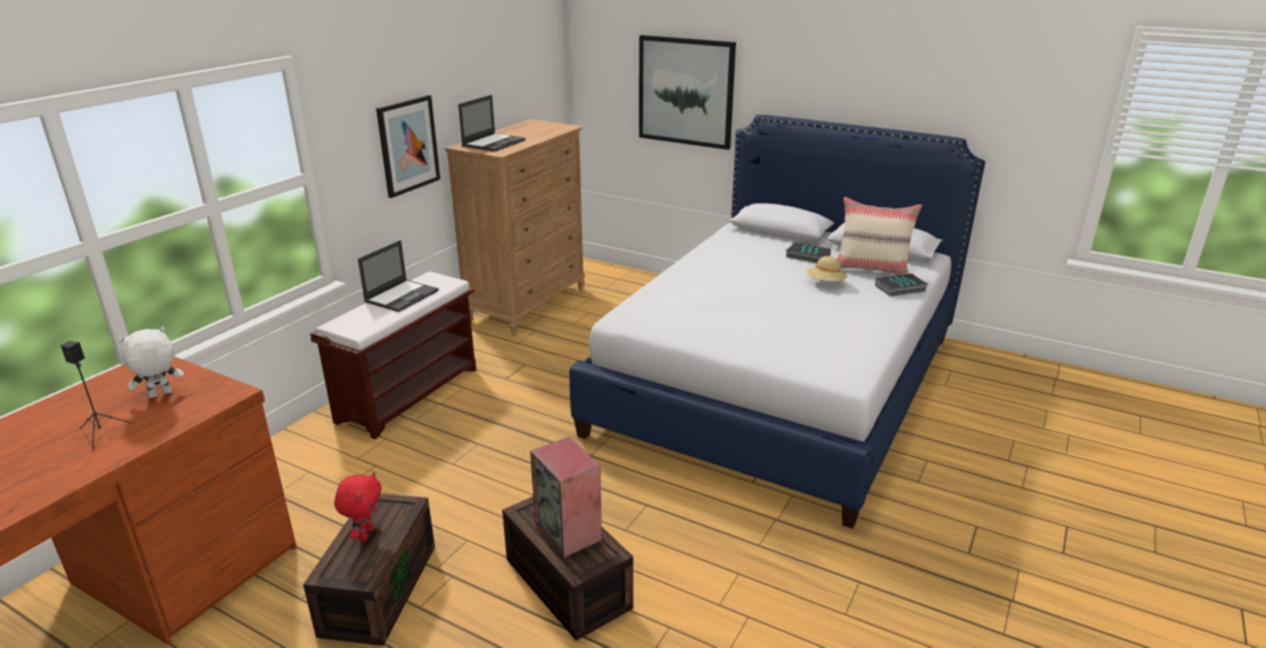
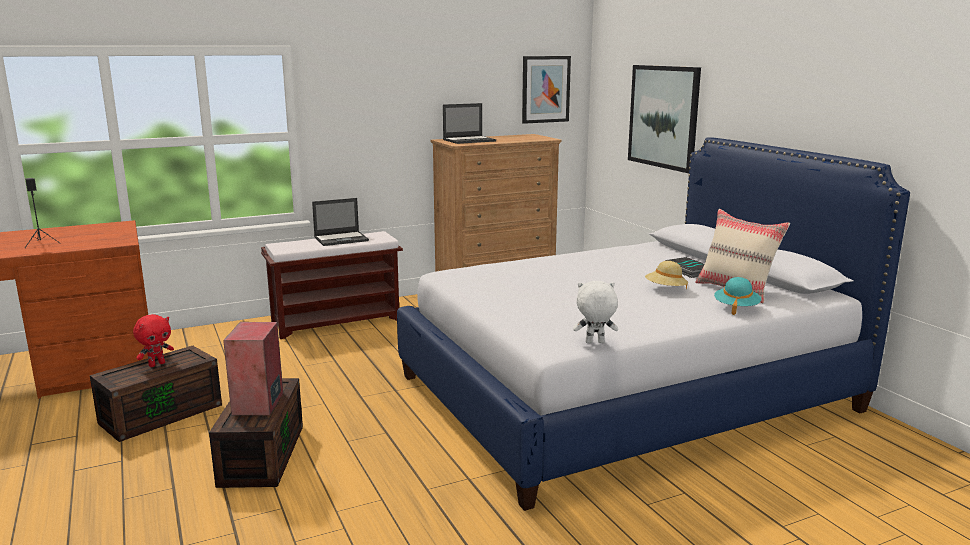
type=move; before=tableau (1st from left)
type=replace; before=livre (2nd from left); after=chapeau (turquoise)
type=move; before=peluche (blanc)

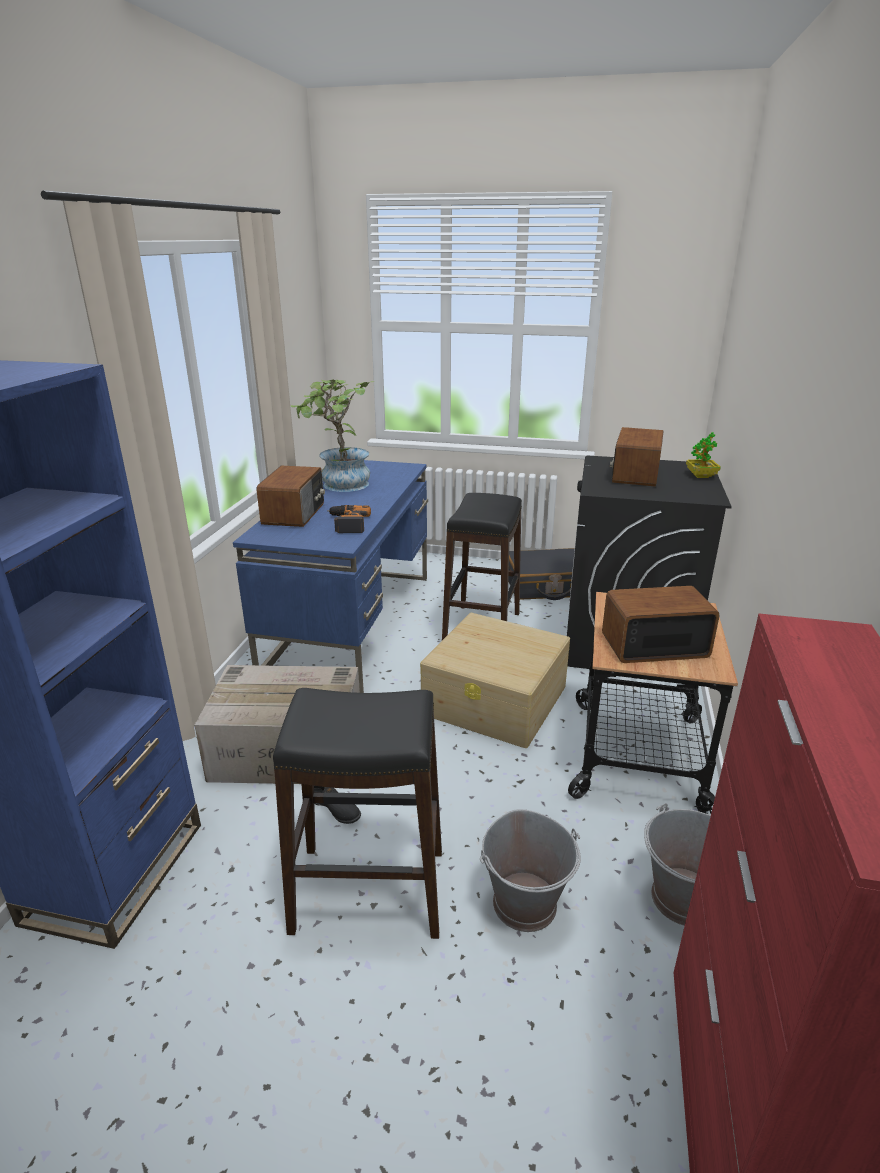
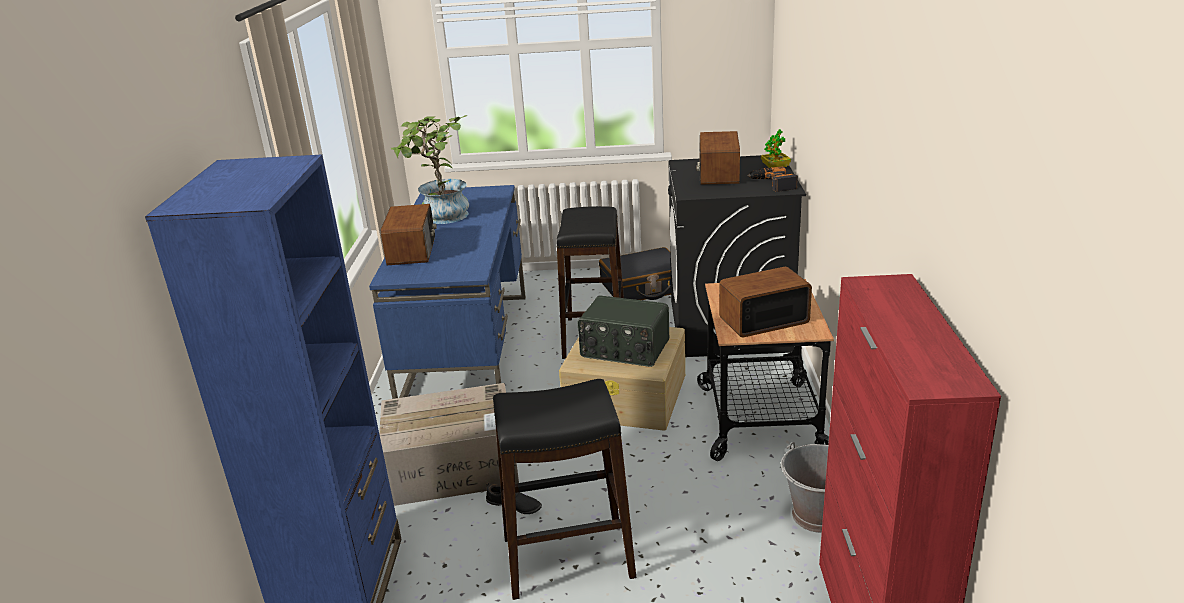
type=move; before=perceuse
type=delete; before=seau (gris) (1st from left)
type=insert; after=radio (2nd from left)

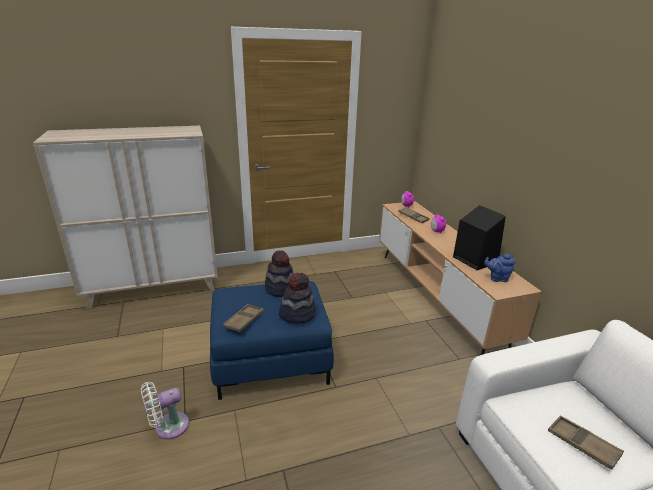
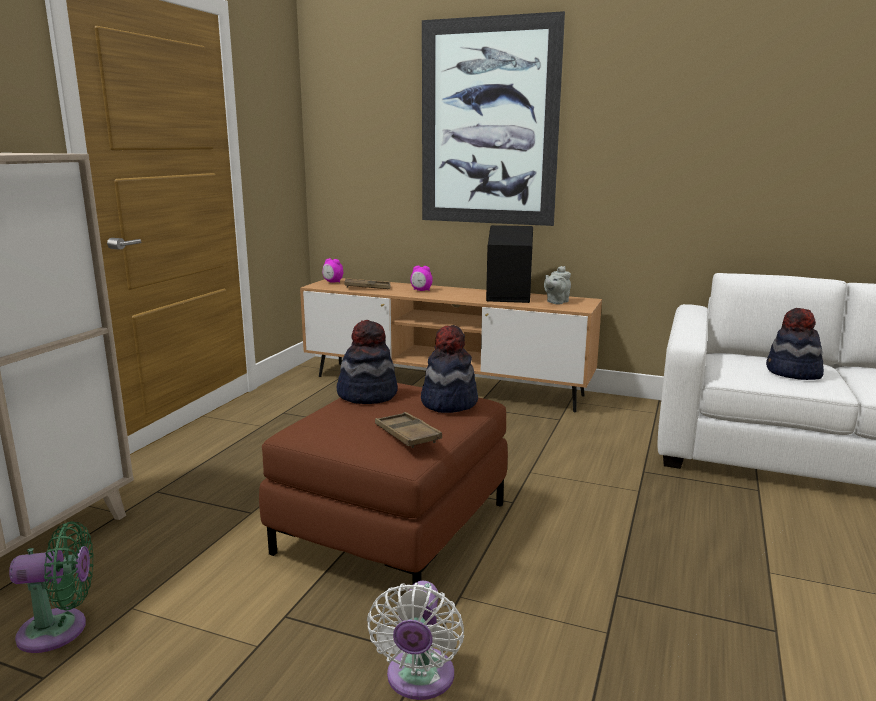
type=recolor; before=théière (bleu); after=théière (gris)
type=recolor; before=pouf (bleu); after=pouf (marron)
type=replace; before=plateau (marron) (3rd from left); after=chapeau (3rd from left)
type=insert; after=tableau
type=insert; after=ventilateur (vert)

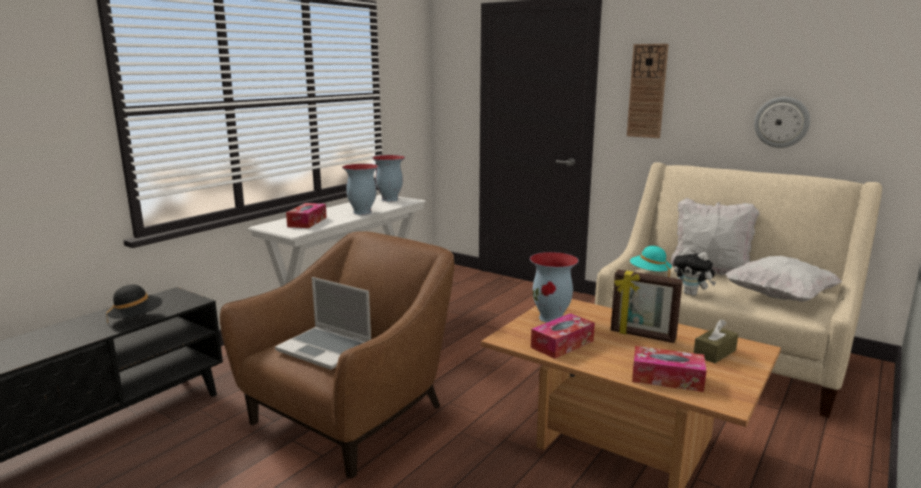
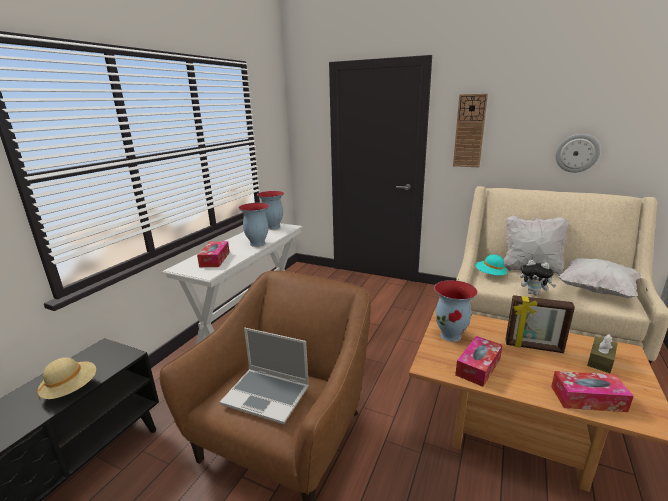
type=recolor; before=chapeau (noir); after=chapeau (beige)

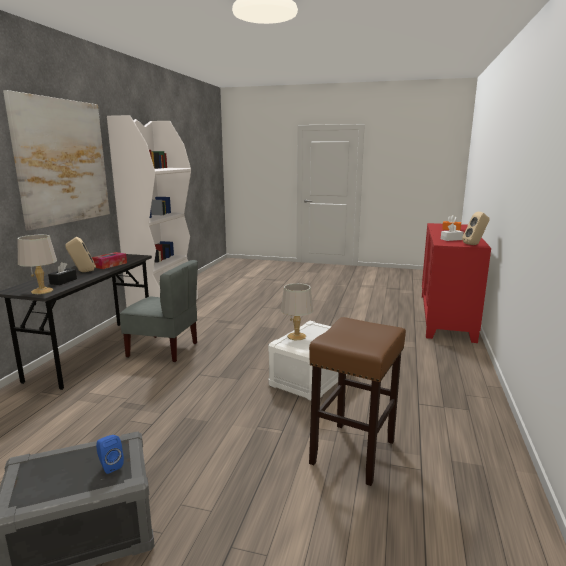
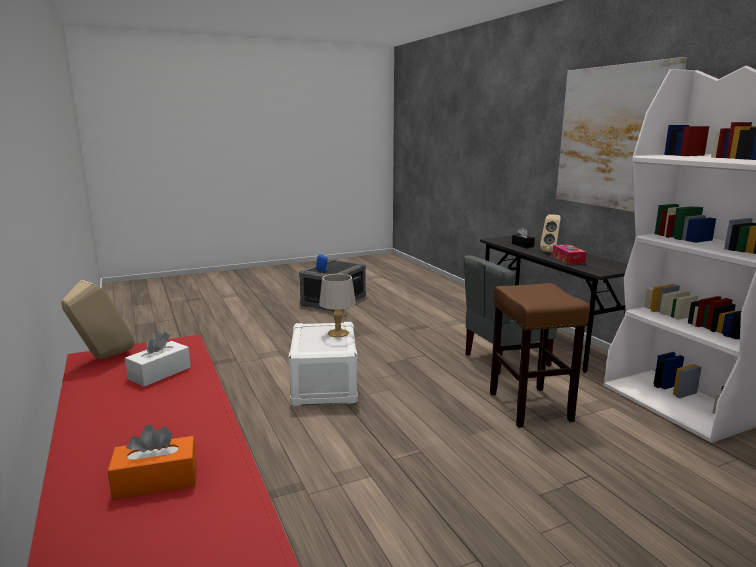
type=delete; before=lampe de table (gris) (1st from left)
type=move; before=tabouret (marron)

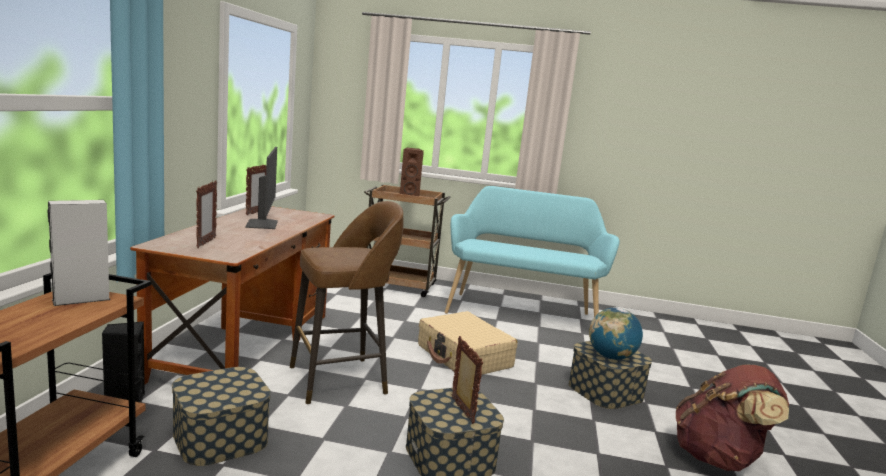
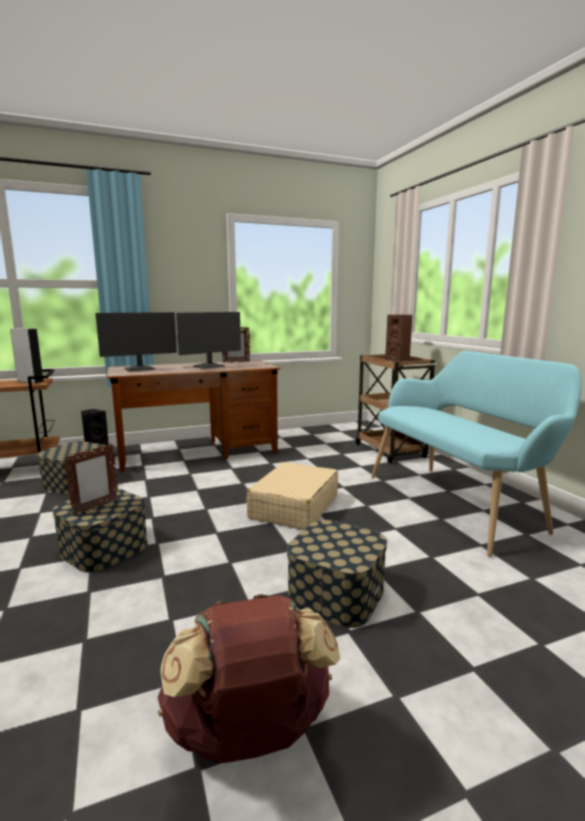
type=replace; before=cadre photo (1st from left); after=écran d'ordinateur (1st from left)
type=delete; before=tabouret (marron)
type=delete; before=globe

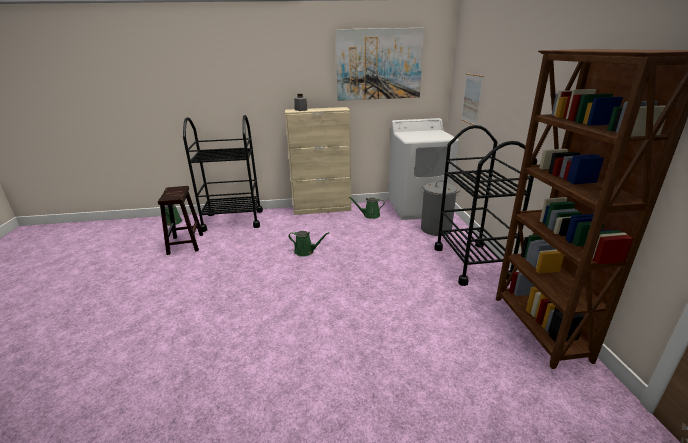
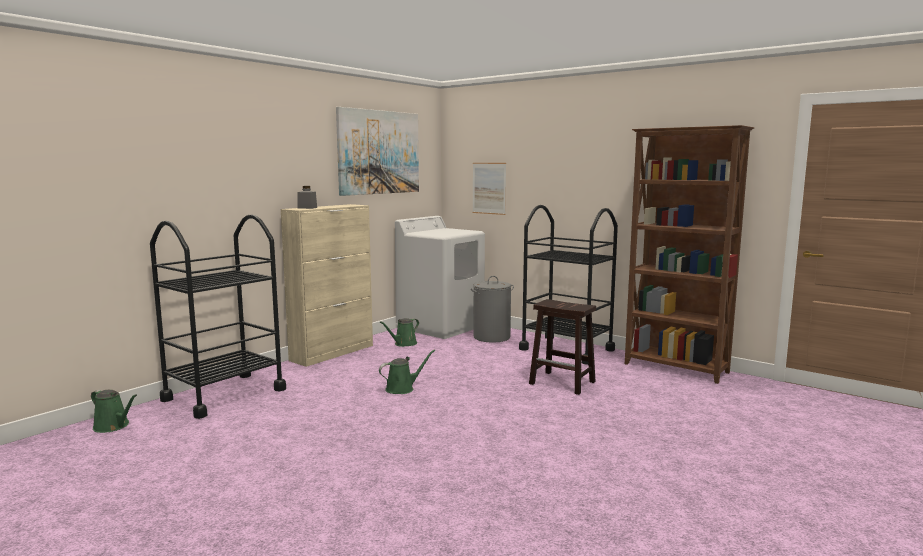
type=move; before=tabouret (marron)

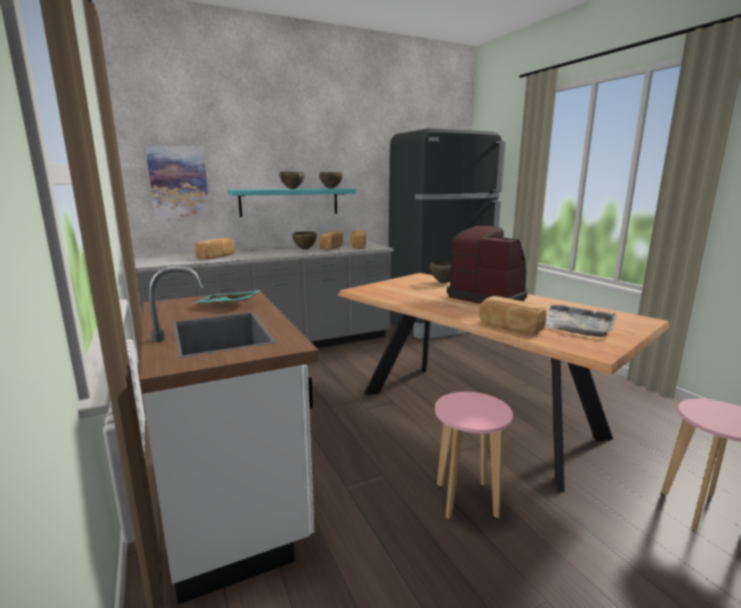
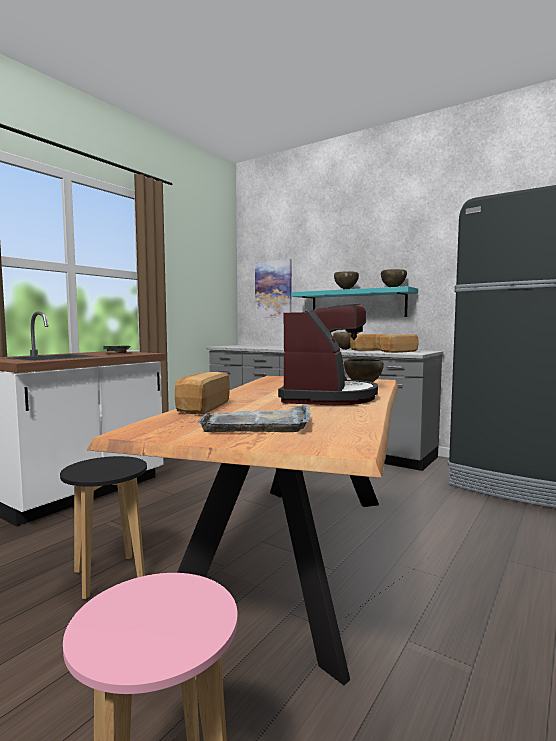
type=delete; before=pain (1st from left)
type=recolor; before=tabouret (rose) (1st from left); after=tabouret (noir)

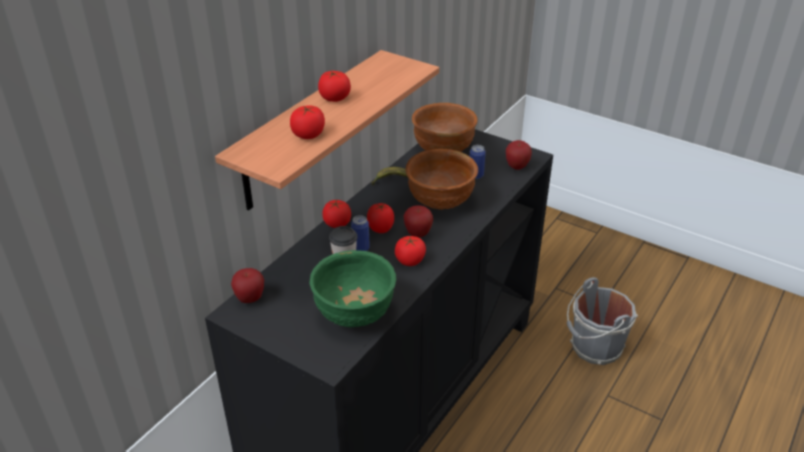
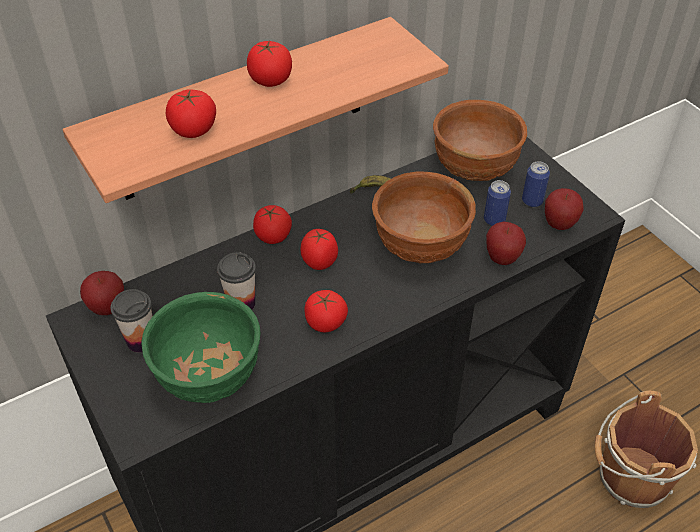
type=move; before=pomme (2nd from left)
type=move; before=boîte métallique (1st from left in the first image); after=boîte métallique (2nd from left)
type=recolor; before=seau (gris); after=seau (marron)
type=insert; after=tasse (1st from left)

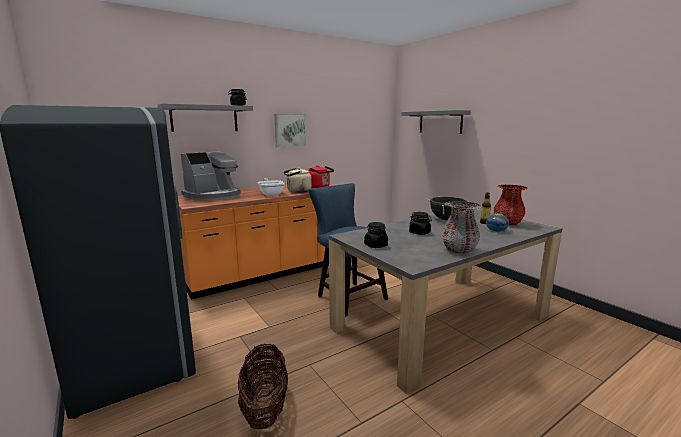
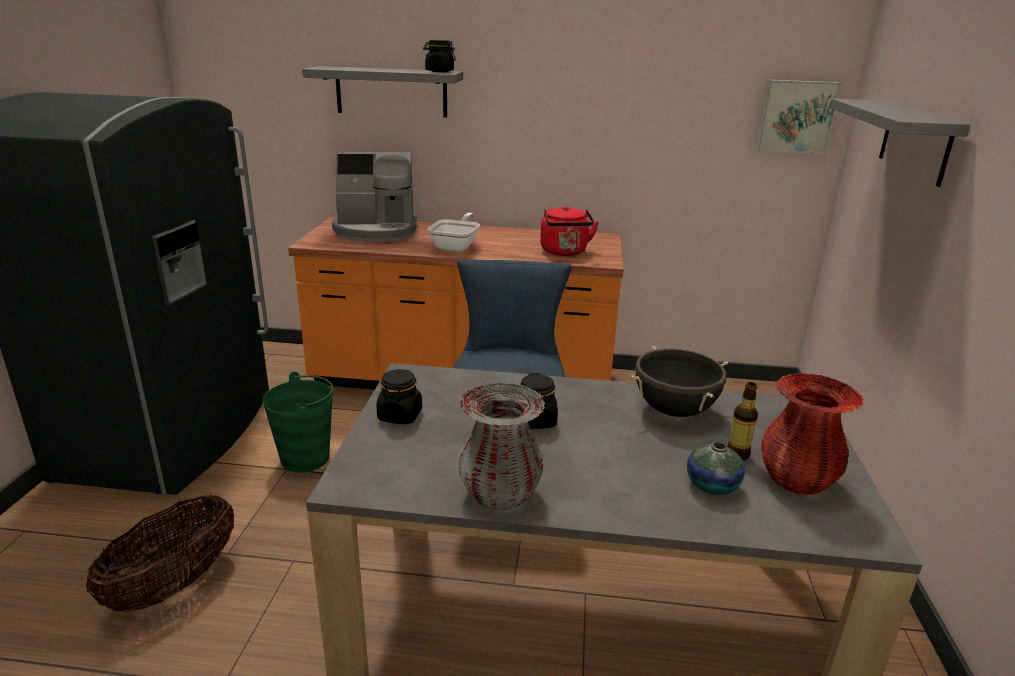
type=move; before=tableau
type=delete; before=bouilloire (beige)
type=insert; after=seau (vert)

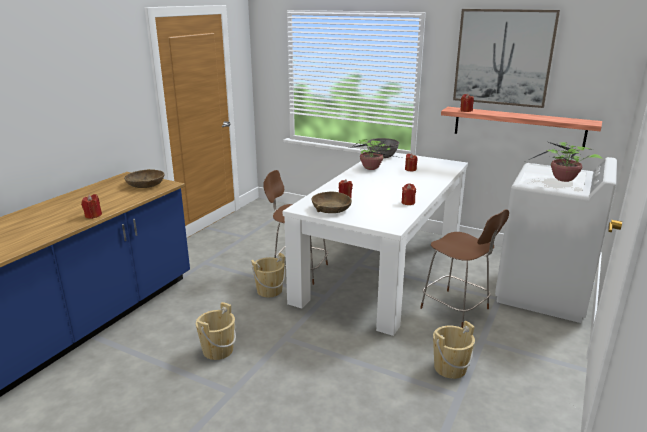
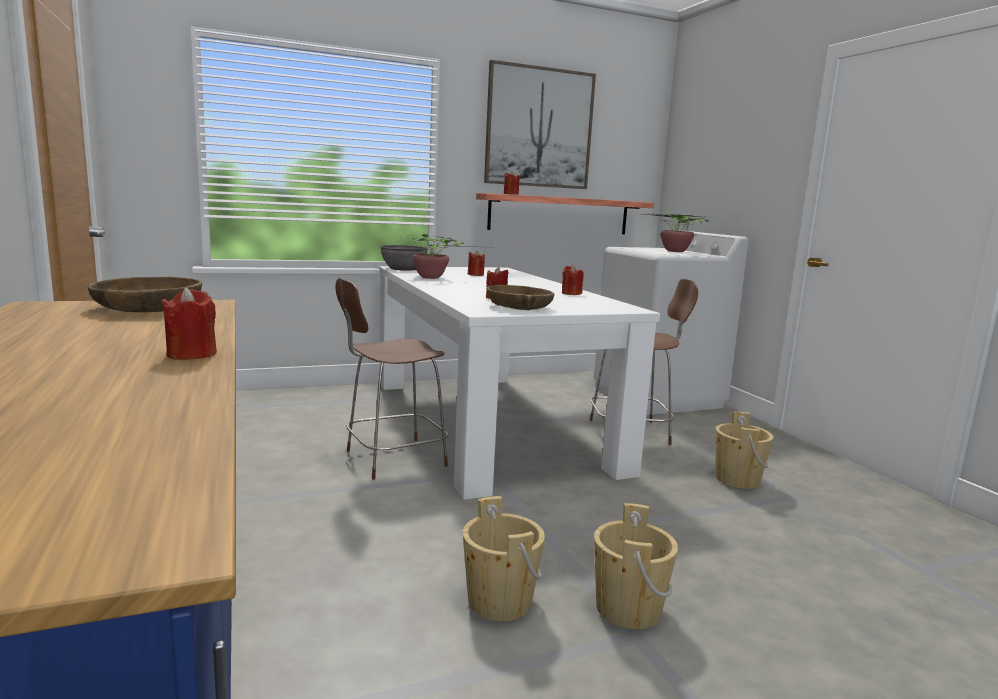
type=move; before=seau (beige) (2nd from left)

